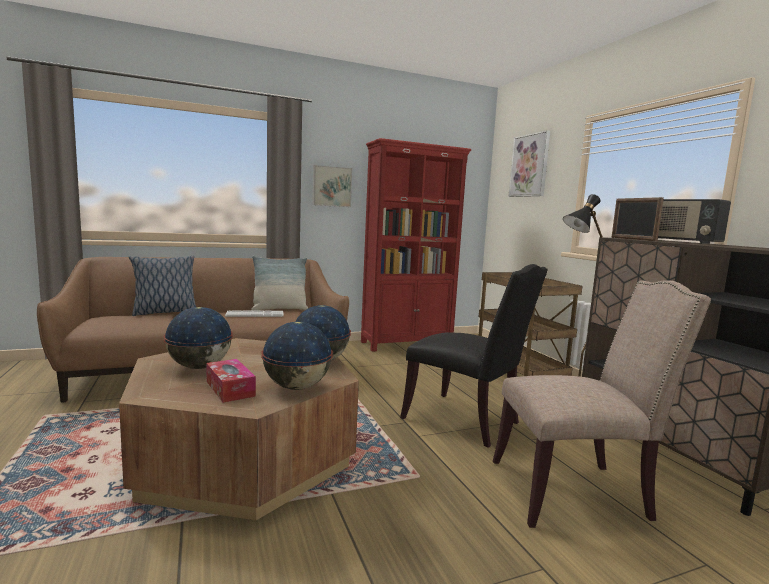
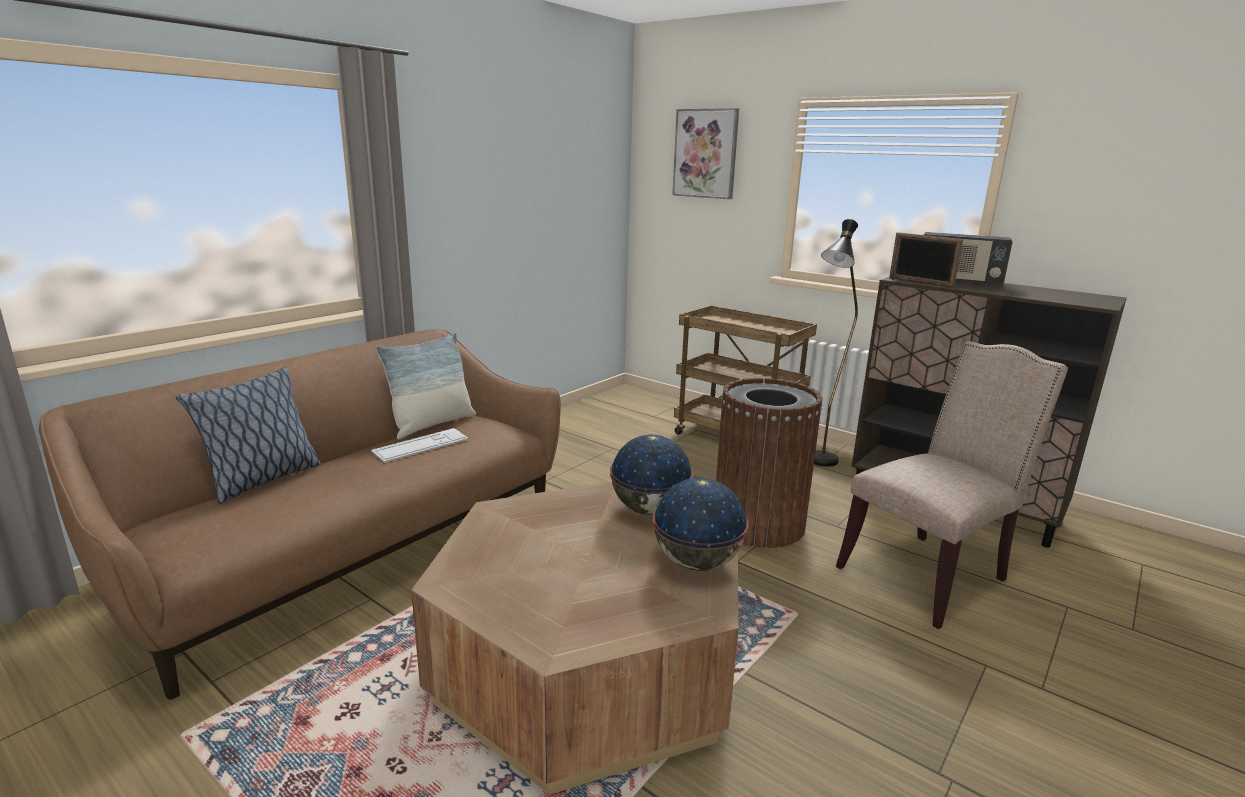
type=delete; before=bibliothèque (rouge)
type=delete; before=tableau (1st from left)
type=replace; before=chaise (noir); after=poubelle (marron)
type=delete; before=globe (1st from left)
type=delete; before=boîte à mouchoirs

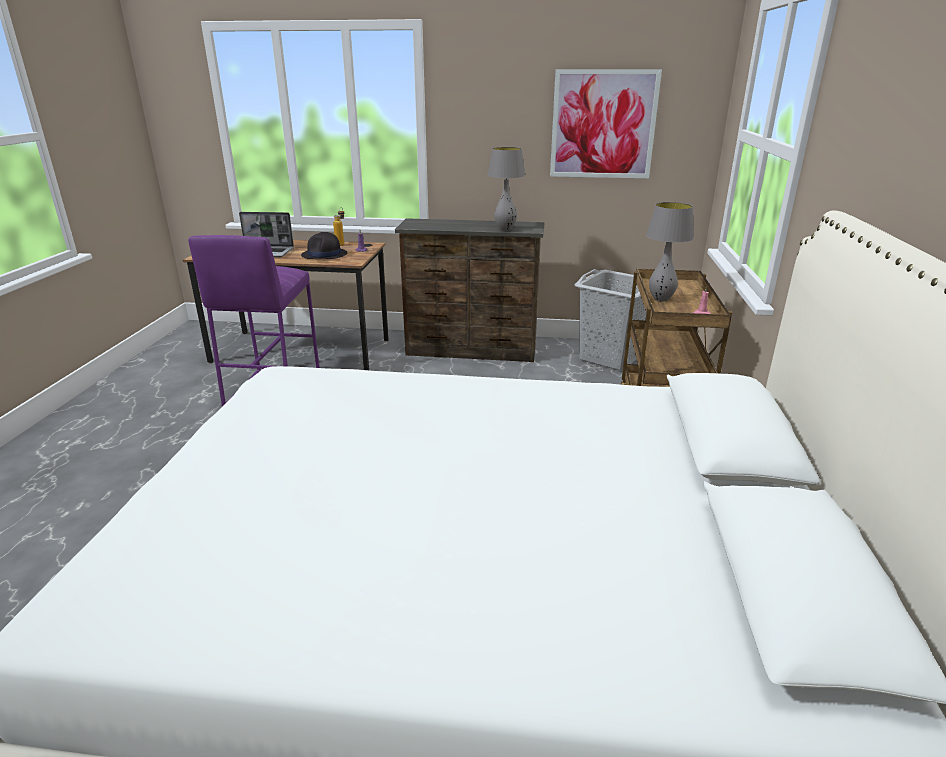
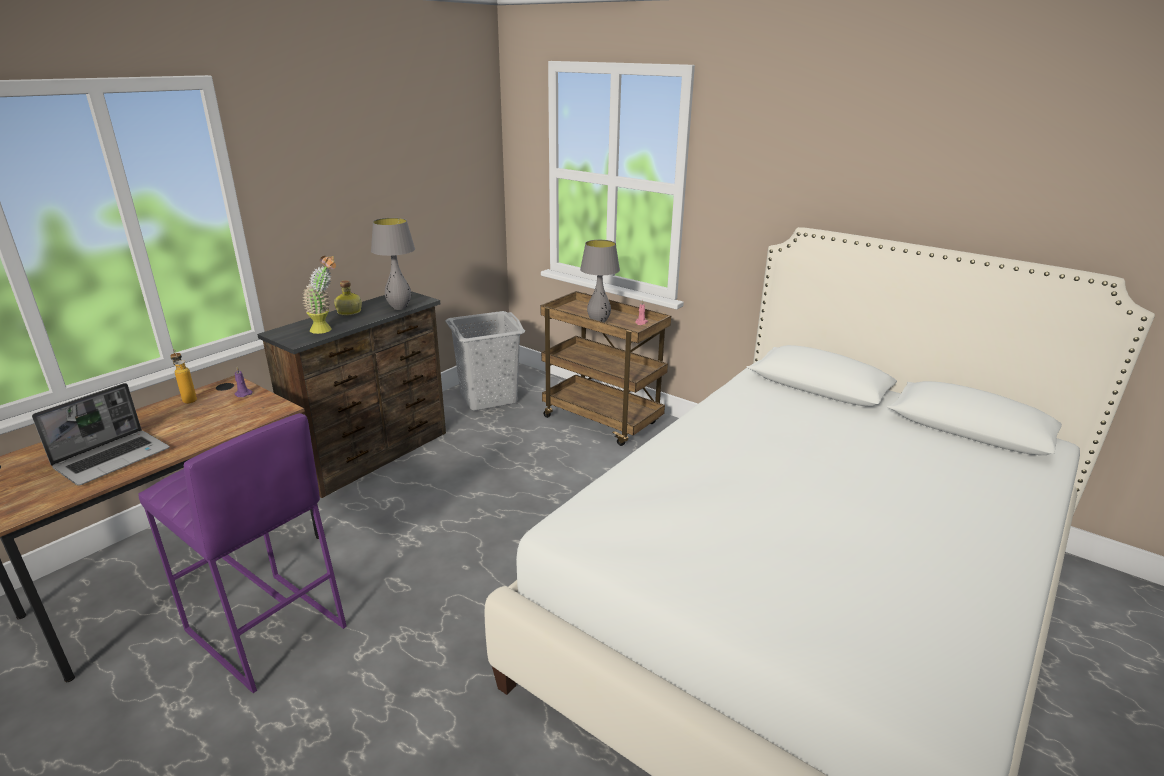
type=delete; before=tableau
type=delete; before=chapeau (noir)
type=insert; after=plante en pot
type=insert; after=bouteille (2nd from left)

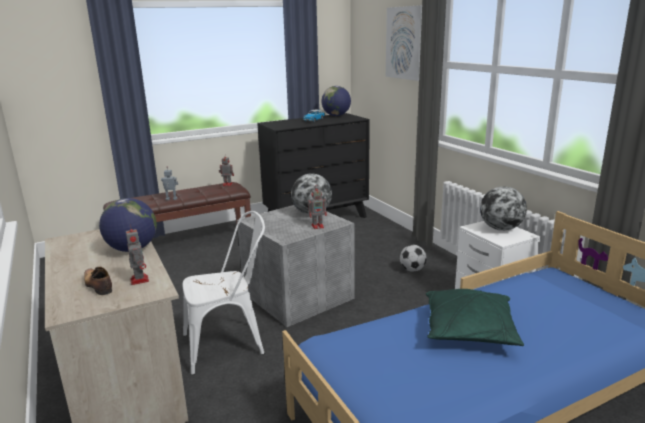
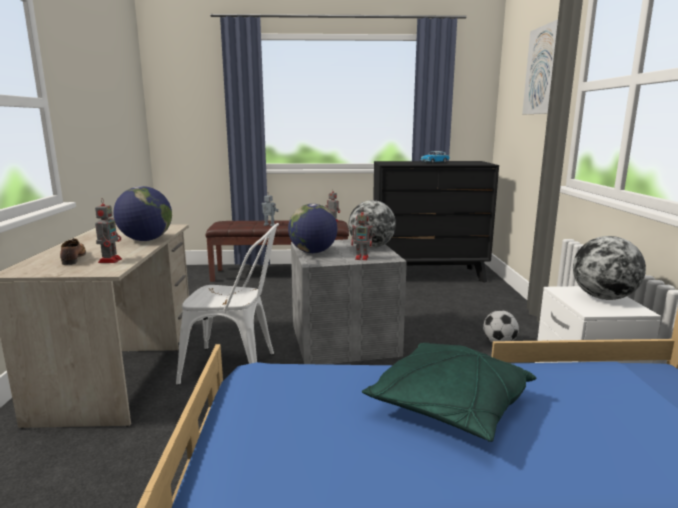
type=move; before=globe (3rd from left in the first image); after=globe (2nd from left)

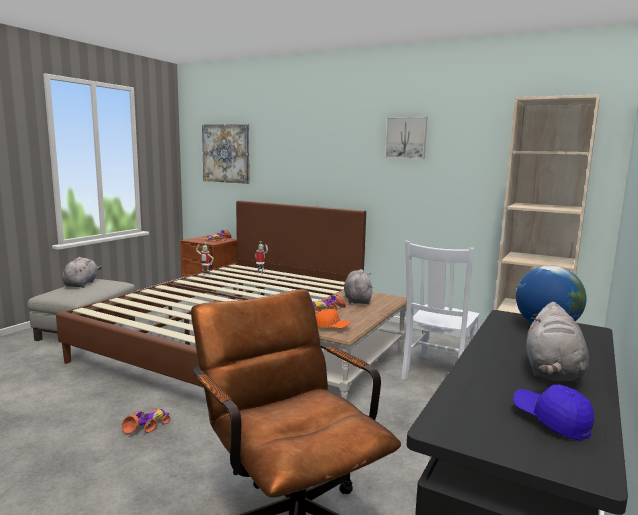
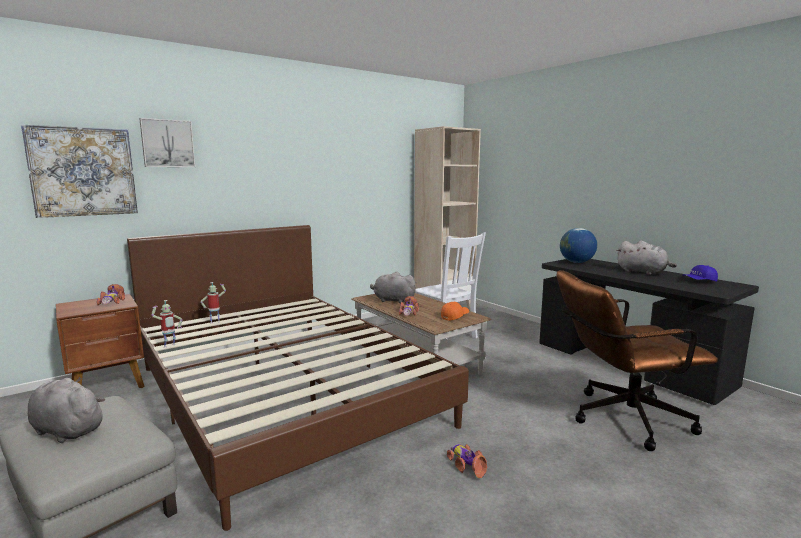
type=move; before=tableau (2nd from left)

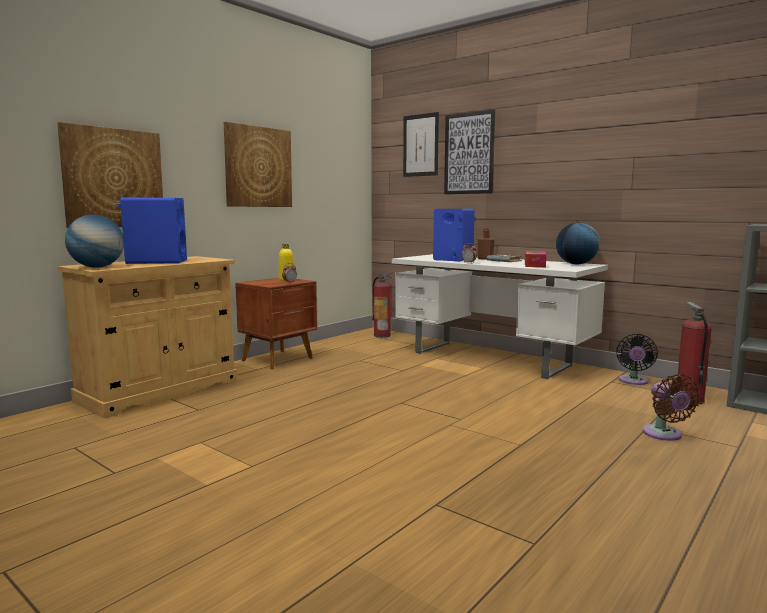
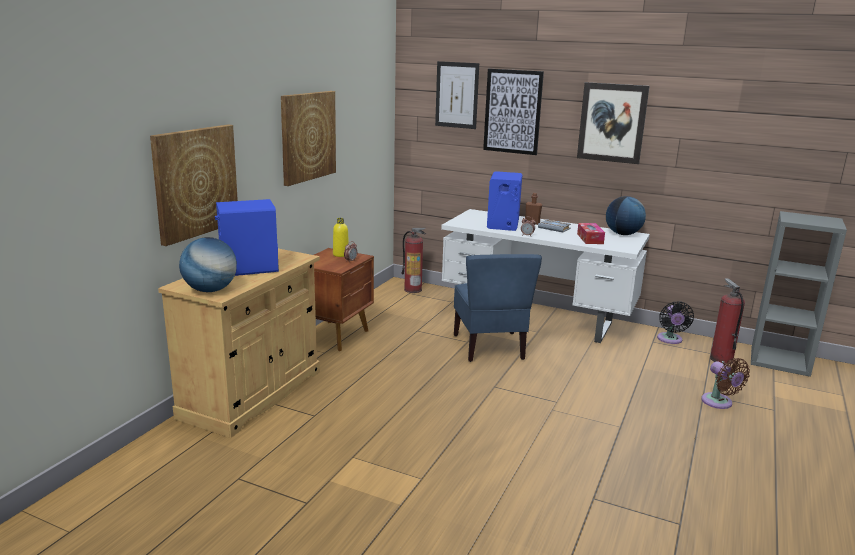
type=insert; after=tableau (5th from left)
type=insert; after=chaise (bleu)

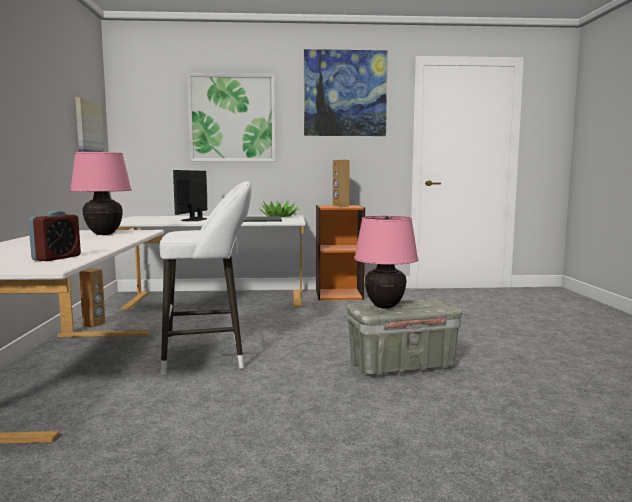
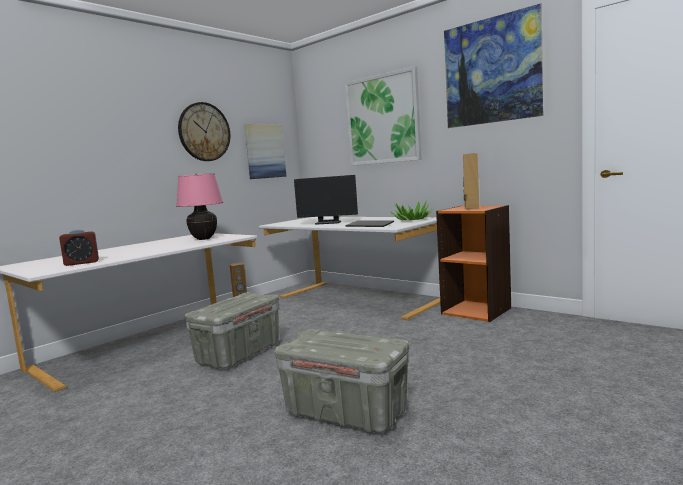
type=rotate; before=écran d'ordinateur; turn=-135
type=replace; before=tabouret (blanc); after=boîte de rangement (gris) (1st from left)
type=delete; before=lampe de table (rose) (2nd from left)
type=insert; after=horloge murale

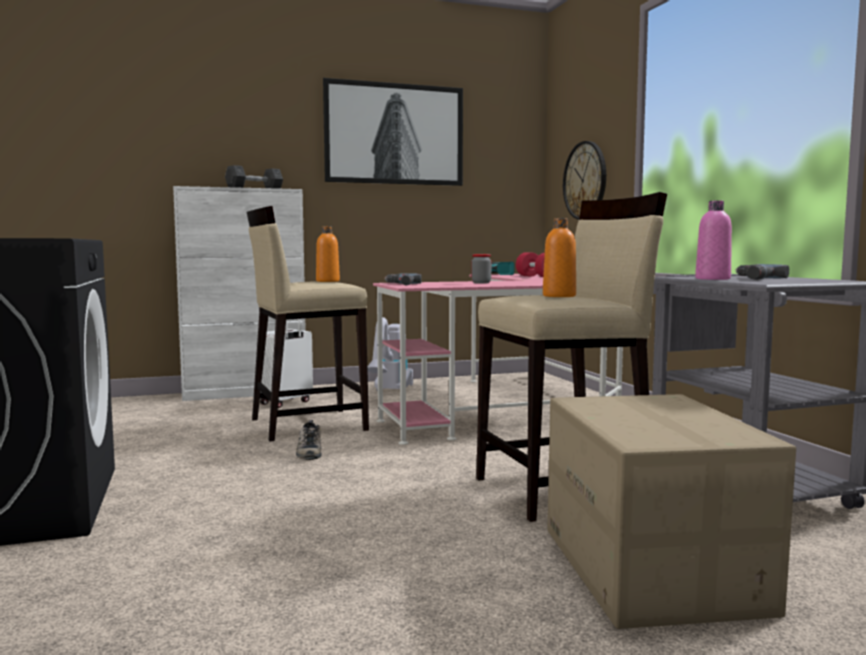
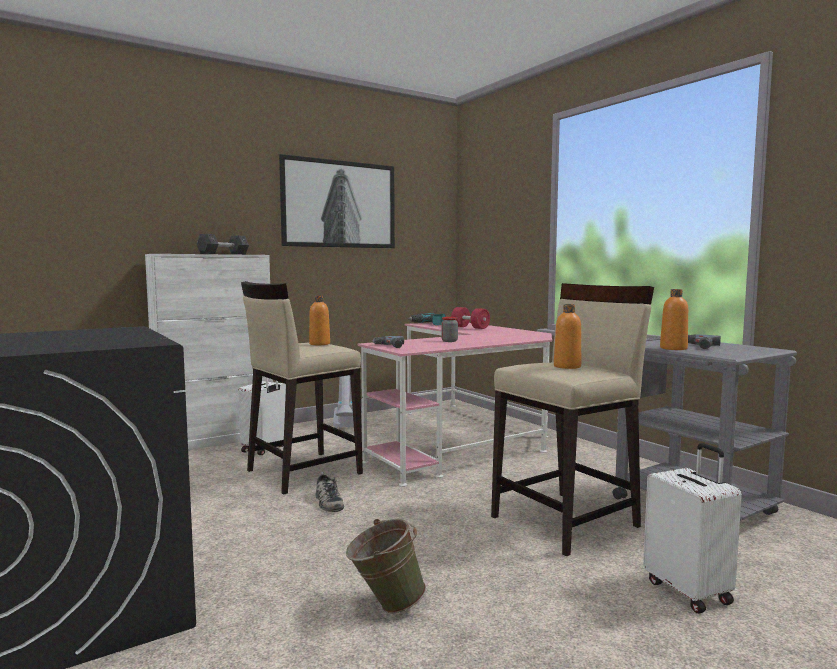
type=delete; before=horloge murale
type=recolor; before=bouteille (rose); after=bouteille (orange) (3rd from left)
type=replace; before=carton; after=valise (blanc) (2nd from left)
type=insert; after=seau (vert)

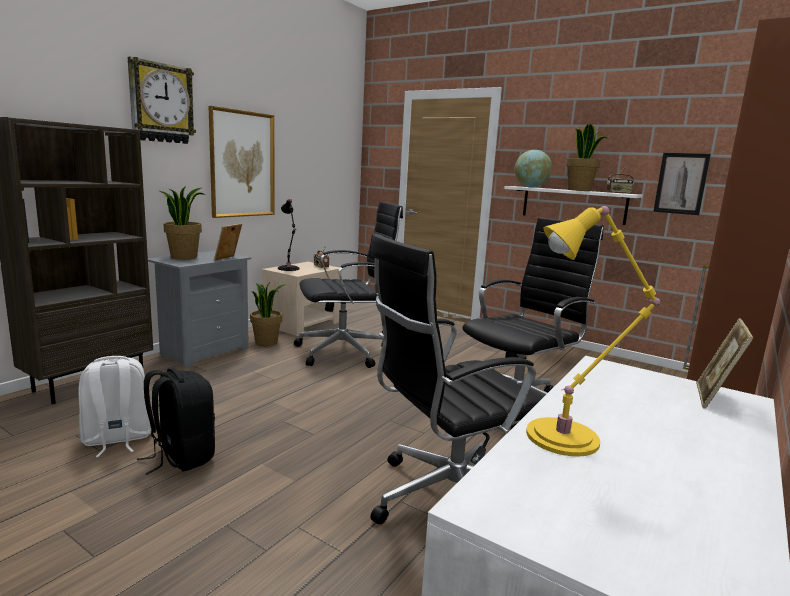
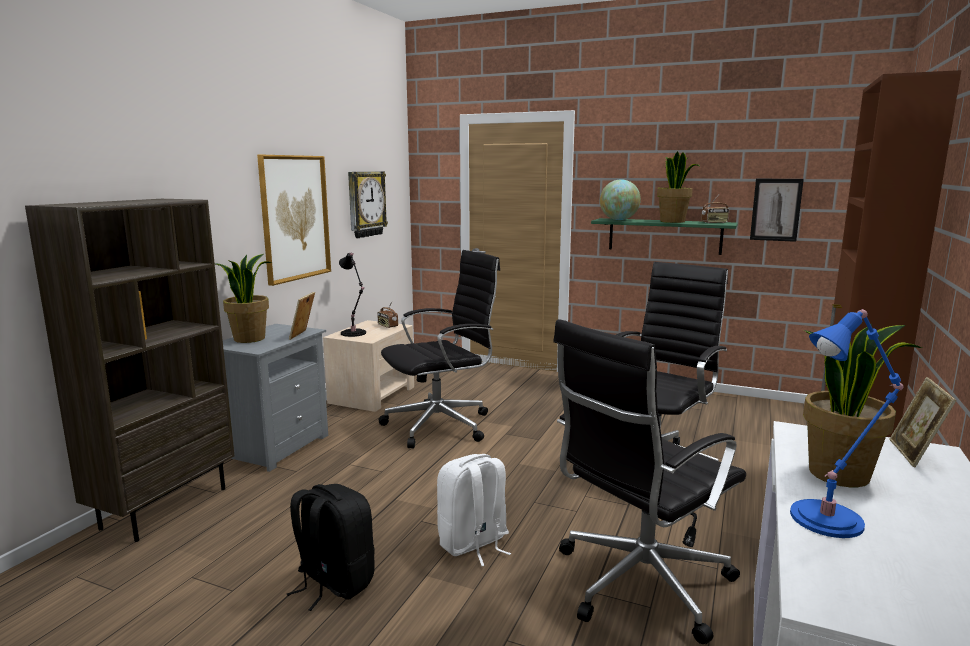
type=move; before=horloge murale
type=recolor; before=étagère (blanc); after=étagère (vert)
type=recolor; before=lampe de table (jaune); after=lampe de table (bleu)
type=move; before=plante en pot (2nd from left in the first image); after=plante en pot (3rd from left)
type=move; before=sac à dos (blanc)

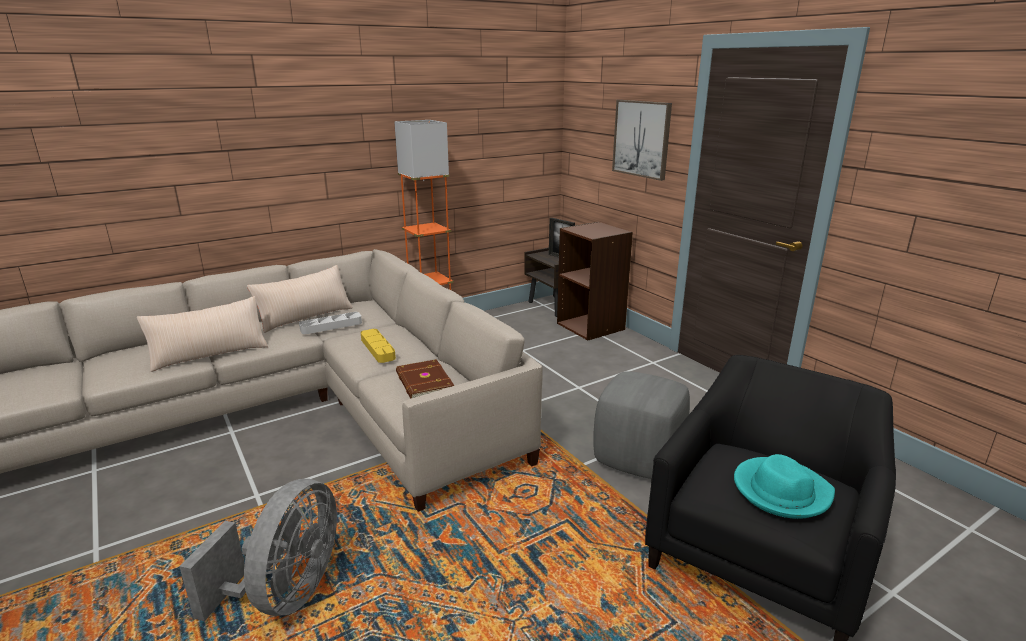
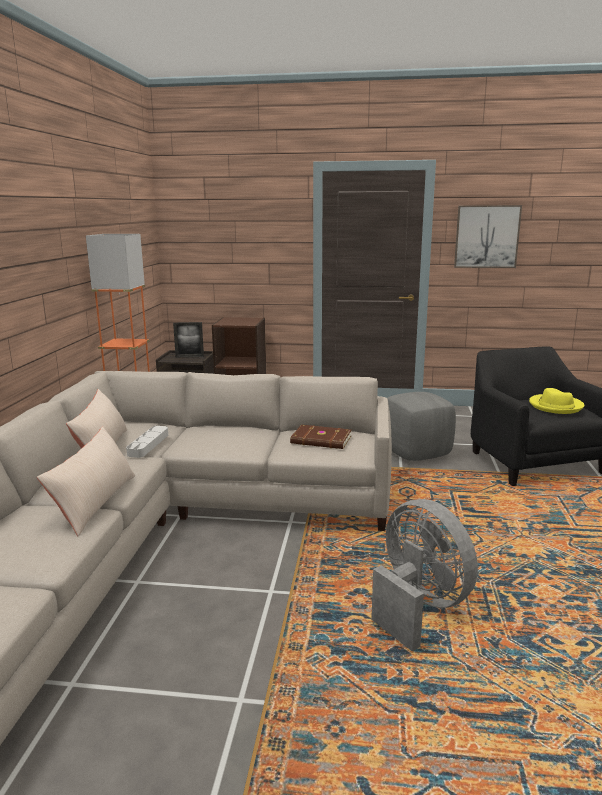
type=move; before=tableau
type=delete; before=plateau (jaune)
type=recolor; before=chapeau (turquoise); after=chapeau (jaune)

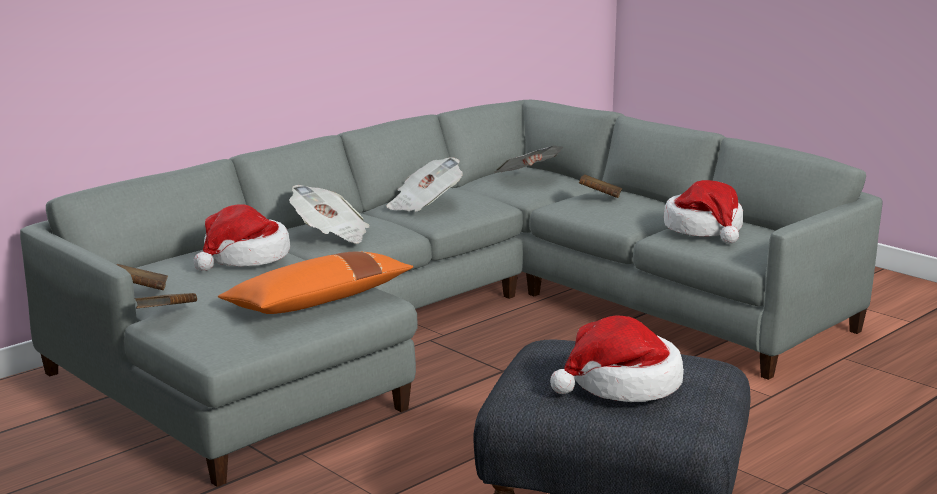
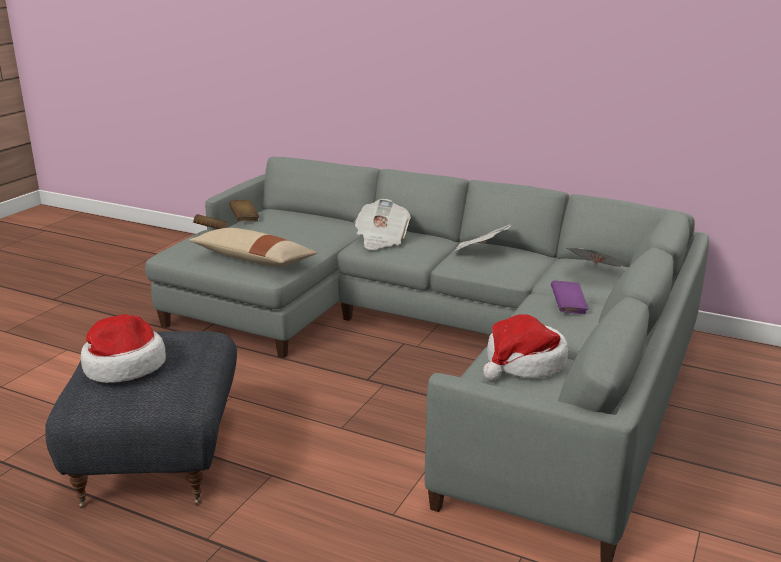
type=recolor; before=livre (marron) (3rd from left); after=livre (violet)
type=delete; before=chapeau (1st from left)
type=recolor; before=coussin (orange); after=coussin (beige)

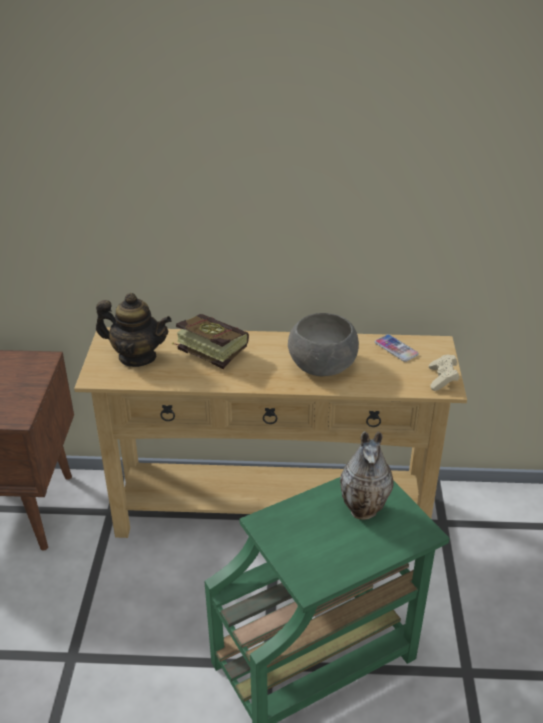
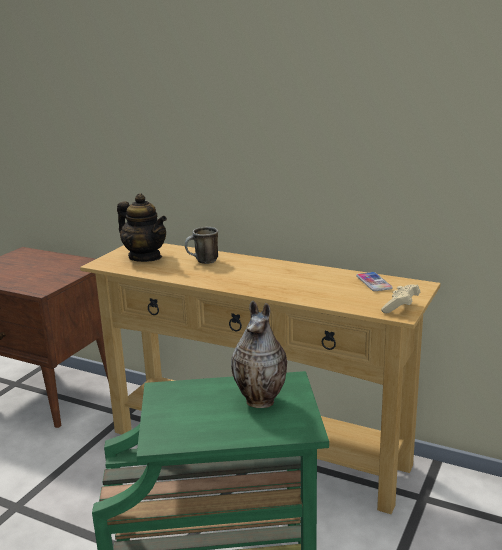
type=delete; before=bol (gris)
type=replace; before=livre; after=mug

